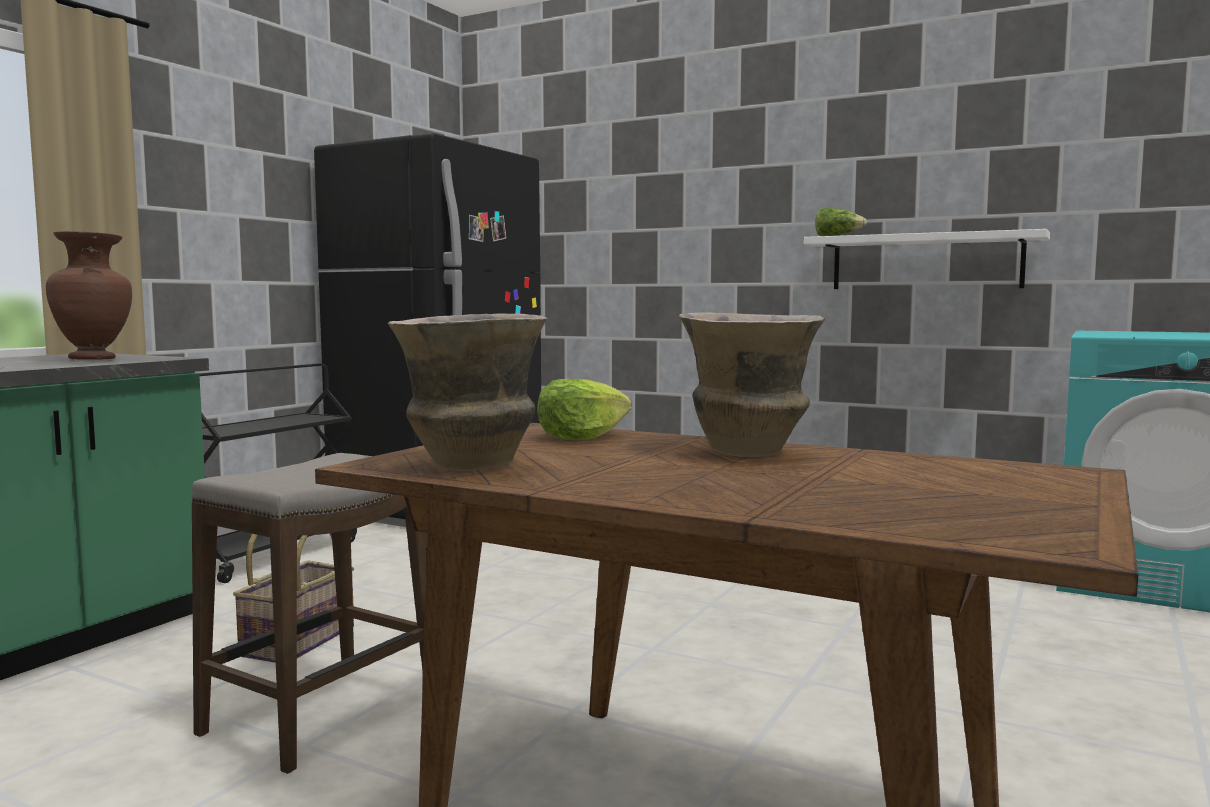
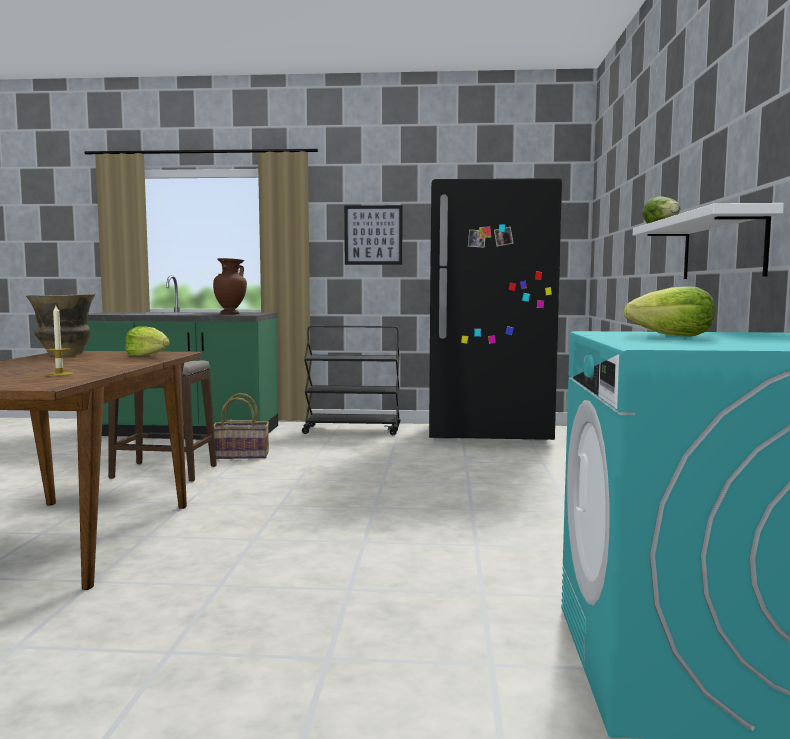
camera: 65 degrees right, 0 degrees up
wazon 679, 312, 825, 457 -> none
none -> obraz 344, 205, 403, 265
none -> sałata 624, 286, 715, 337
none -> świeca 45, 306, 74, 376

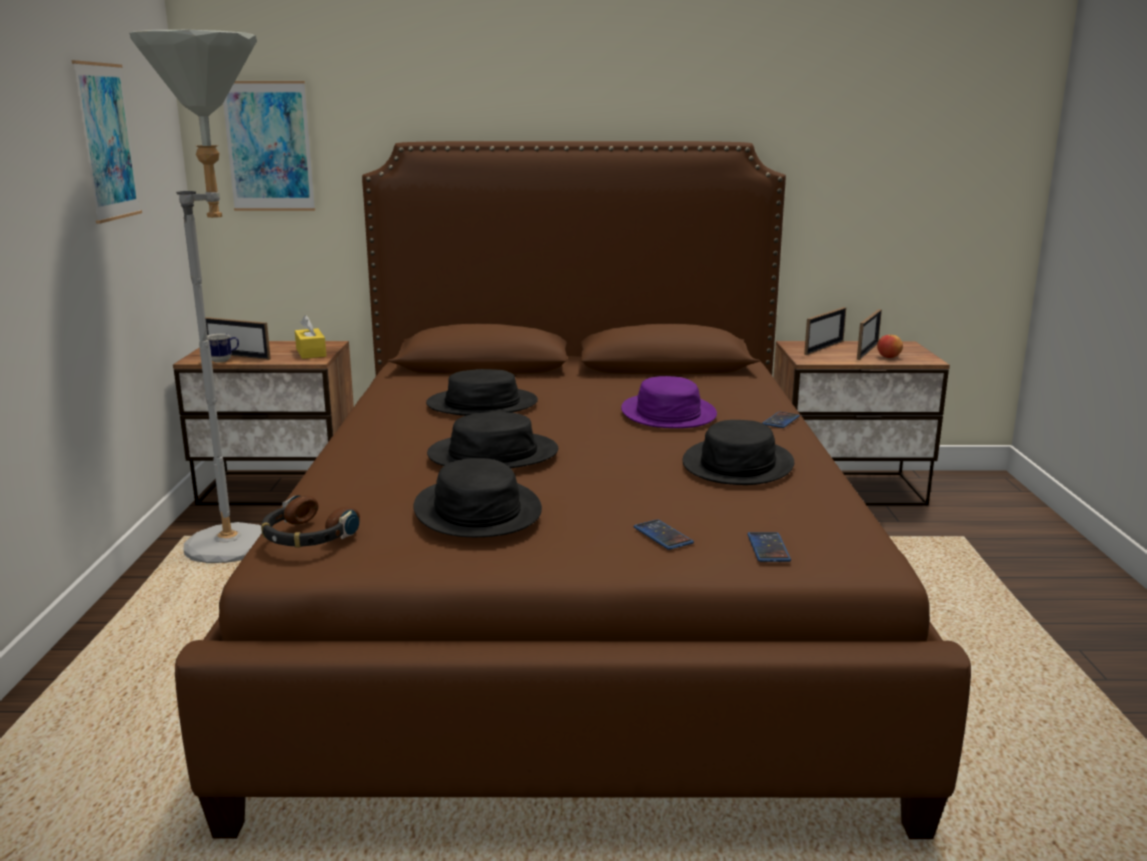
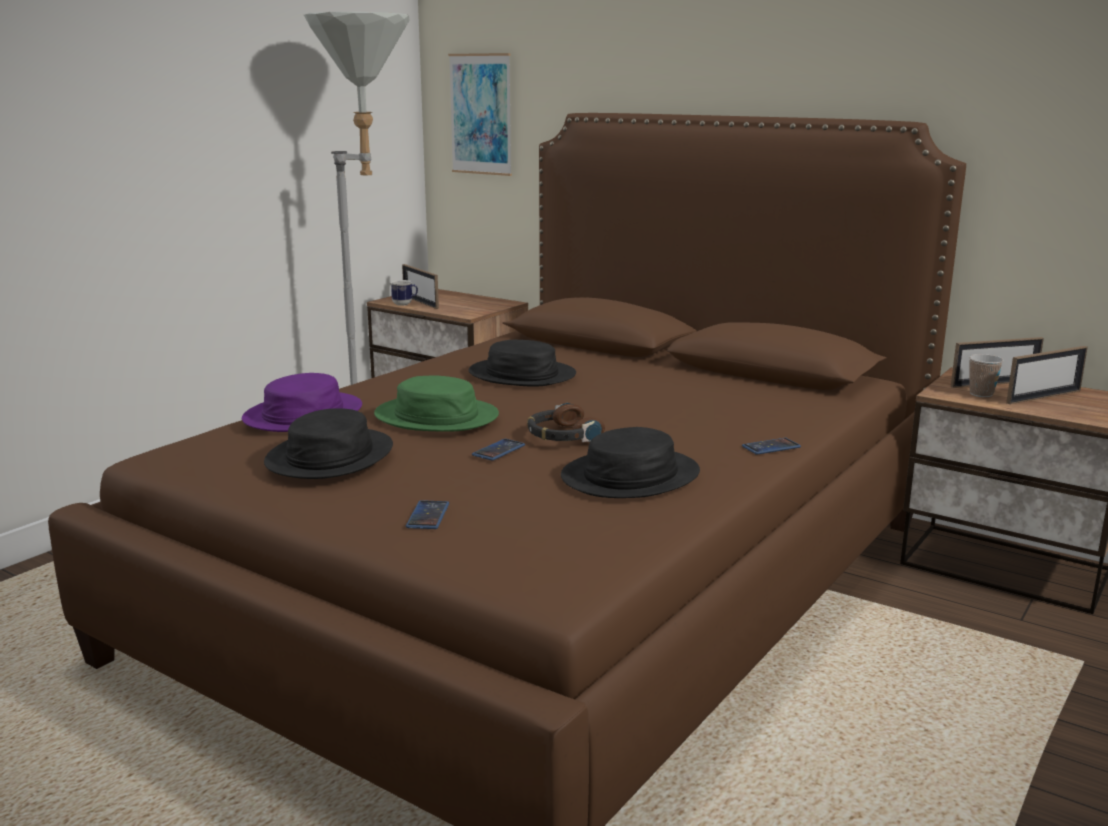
camera: 35 degrees right, 0 degrees up
obraz 71, 60, 142, 224 -> none
pudełko chusteczek [żółty] 295, 315, 326, 359 -> none
jabłko 877, 335, 903, 358 -> none
kapelusz [fioletowy] 621, 376, 717, 428 -> kapelusz [fioletowy] 242, 373, 362, 432, shifted
kapelusz [czarny] 427, 412, 558, 468 -> kapelusz [zielony] 374, 375, 499, 432
słuchawki 261, 495, 360, 548 -> słuchawki 527, 402, 605, 442, shifted
telefon 747, 532, 791, 562 -> telefon 472, 439, 525, 461, shifted
none -> filiżanka 969, 354, 1004, 397

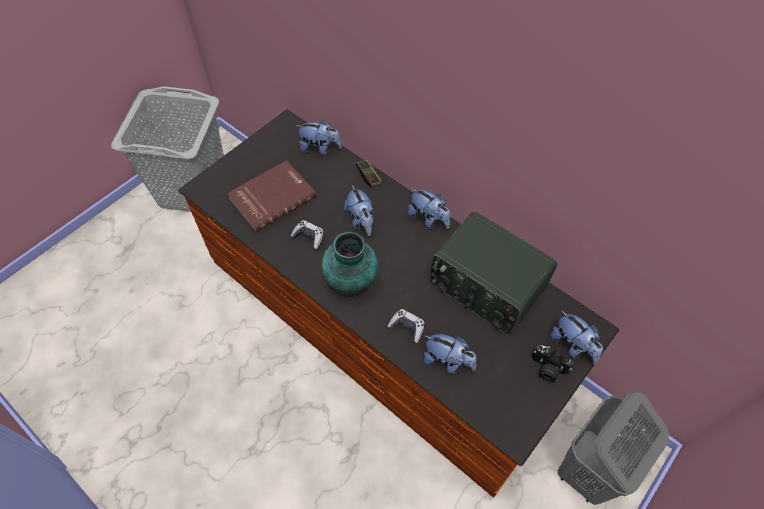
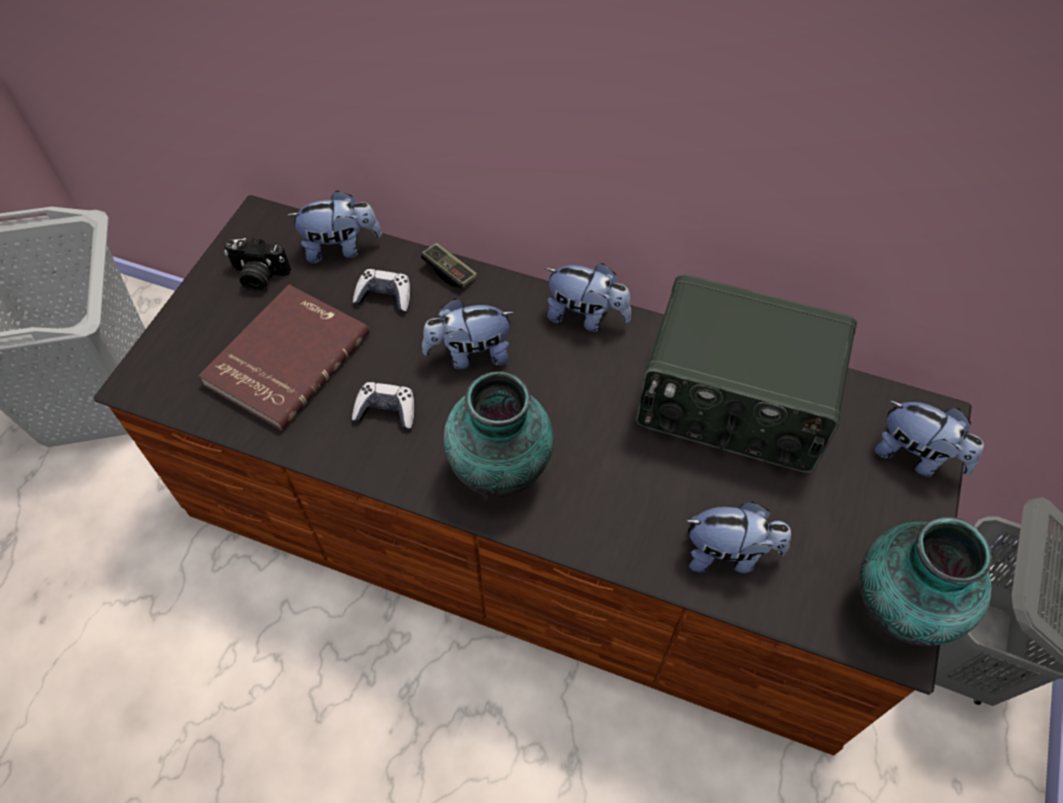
camera: 20 degrees left, 0 degrees up
pluszak 344, 185, 374, 236 -> pluszak 422, 299, 515, 369, 120 degrees clockwise
pad do gier 387, 309, 425, 343 -> pad do gier 353, 269, 410, 312, shifted
aparat fotograficzny 531, 345, 574, 383 -> aparat fotograficzny 224, 237, 291, 292, shifted
none -> wazon 859, 517, 992, 646

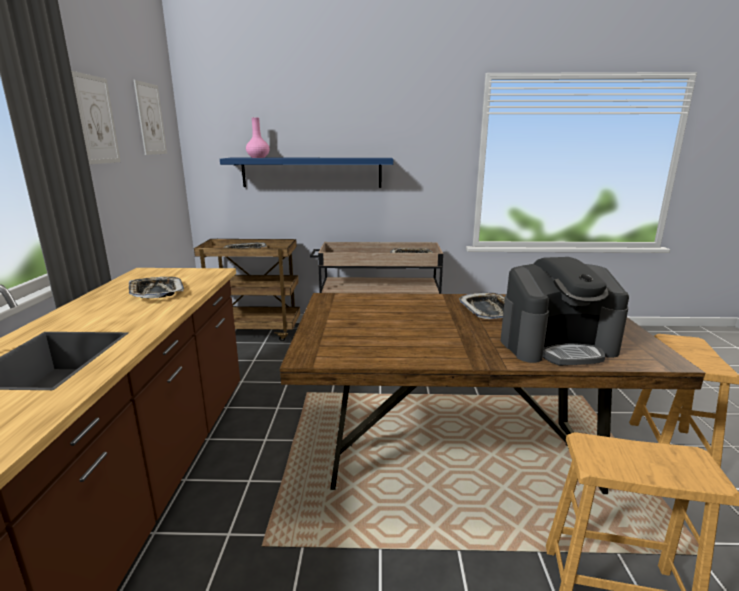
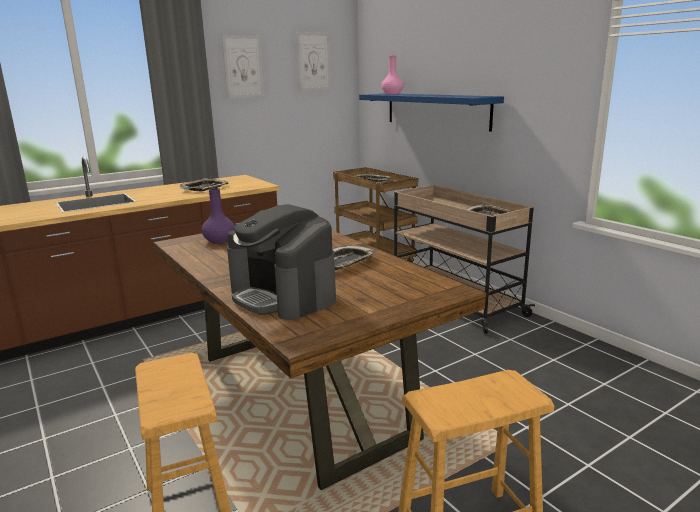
camera: 55 degrees right, 0 degrees up
none -> wazon [fioletowy] 202, 188, 235, 244

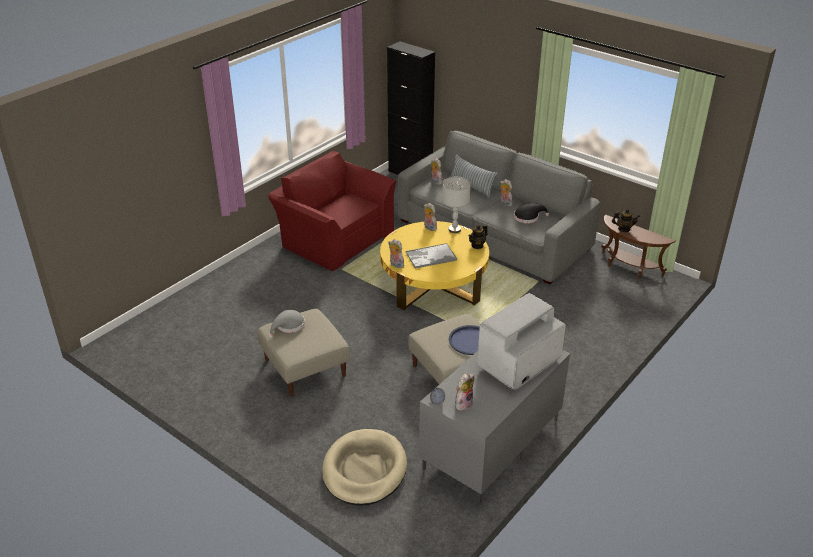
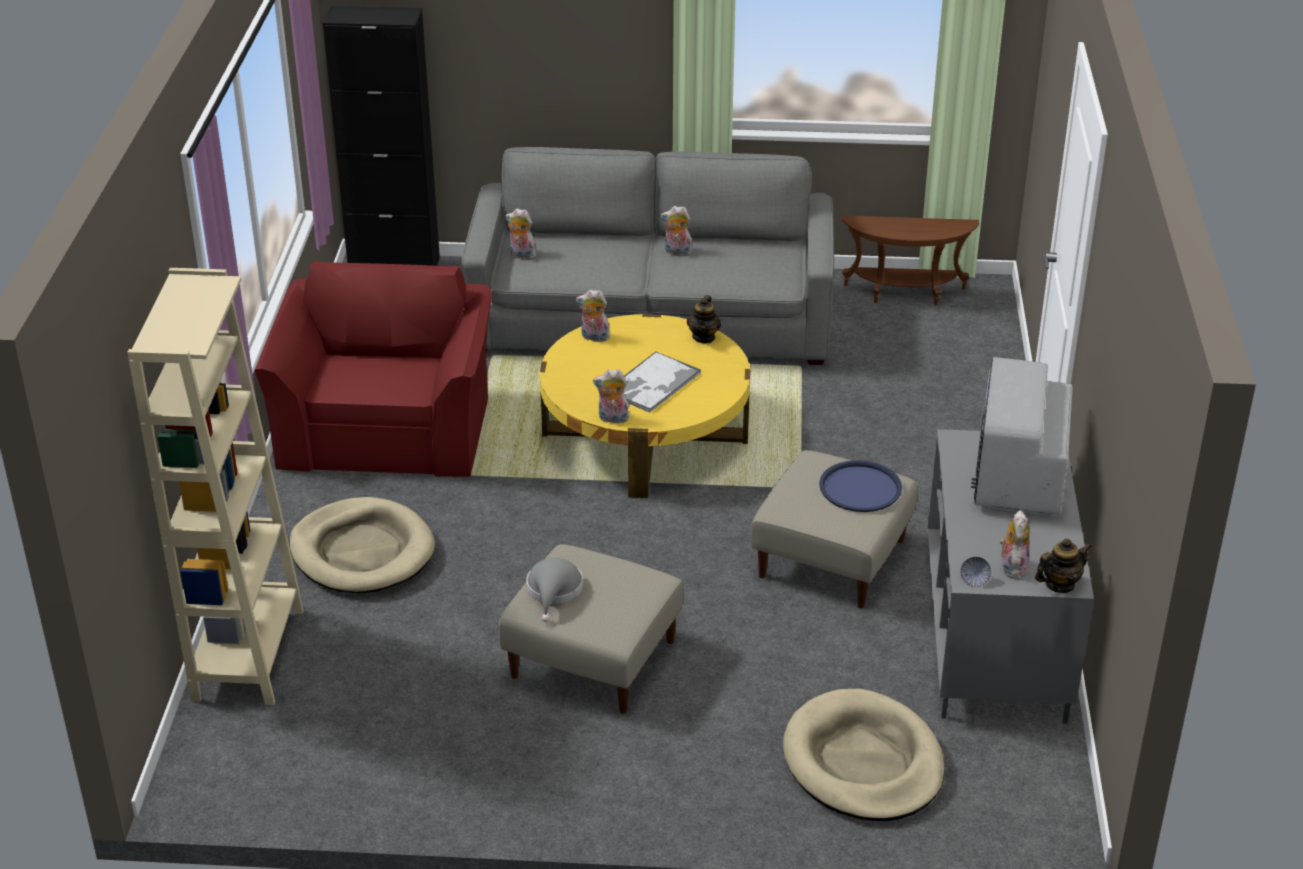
camera: 35 degrees left, 0 degrees up
fotel [czerwony] 268, 151, 396, 272 -> fotel [czerwony] 254, 261, 492, 477, 90 degrees clockwise
poduszka 450, 154, 497, 198 -> none
lampa stołowa [szary] 442, 177, 470, 233 -> none
kapelusz [czarny] 514, 203, 549, 223 -> none
imbryk 612, 209, 640, 232 -> imbryk 1035, 539, 1092, 593, shifted
none -> regał [beżowy] 127, 268, 304, 705
none -> legowisko [beżowy] 290, 497, 435, 593

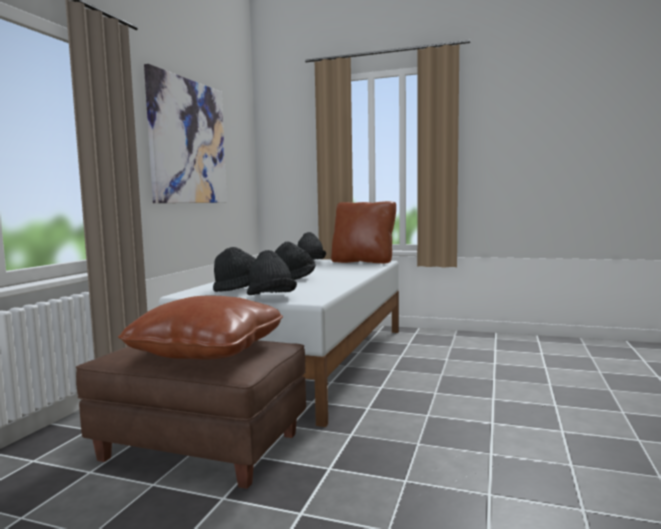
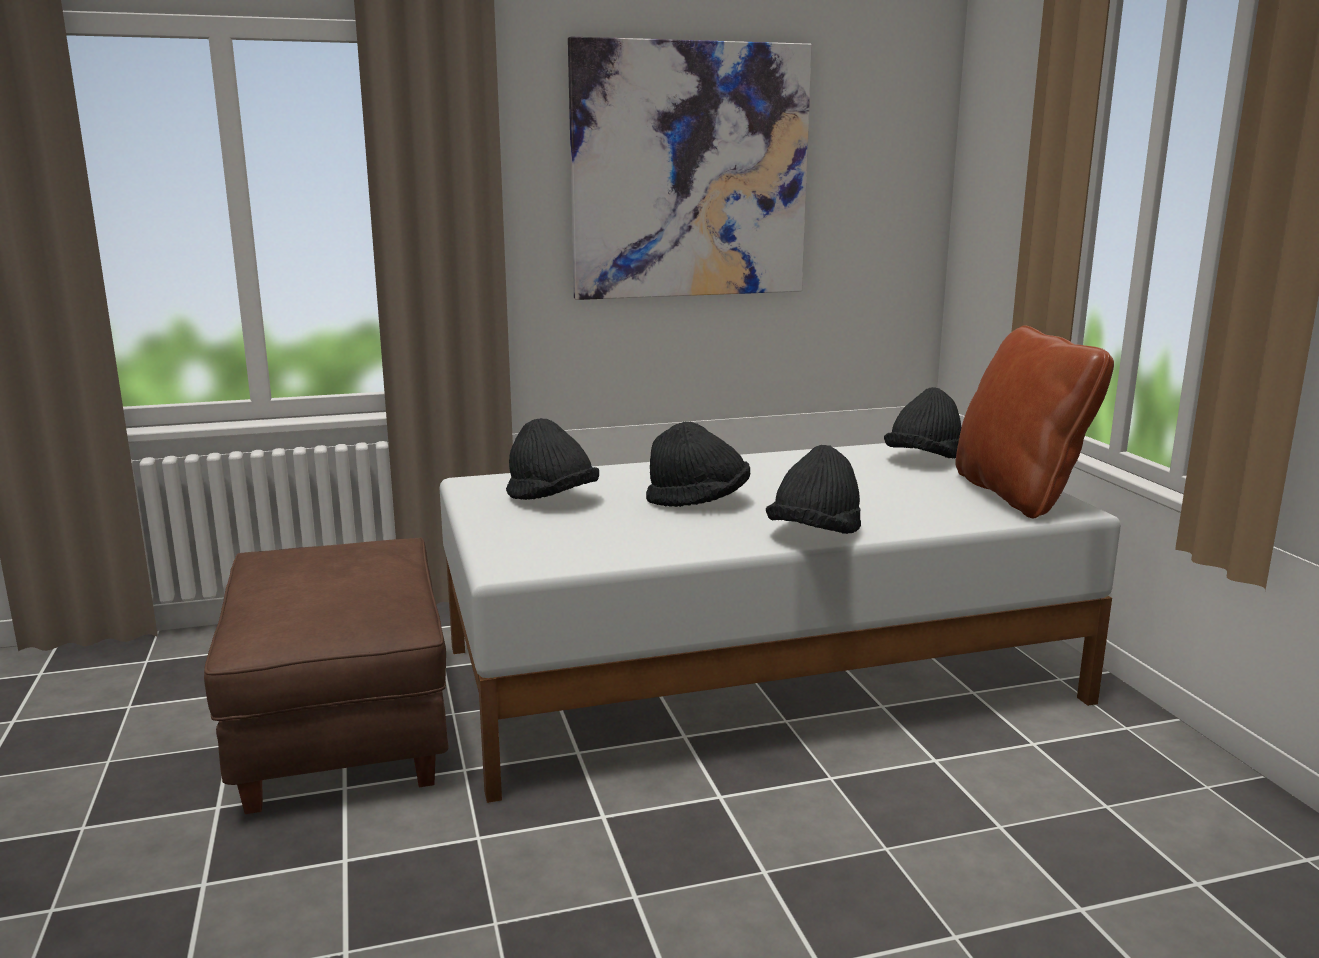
camera: 55 degrees right, 10 degrees up
kapelusz [czarny] 247, 250, 297, 295 -> kapelusz [czarny] 766, 445, 861, 534, shifted
poduszka [brązowy] 118, 296, 283, 360 -> none

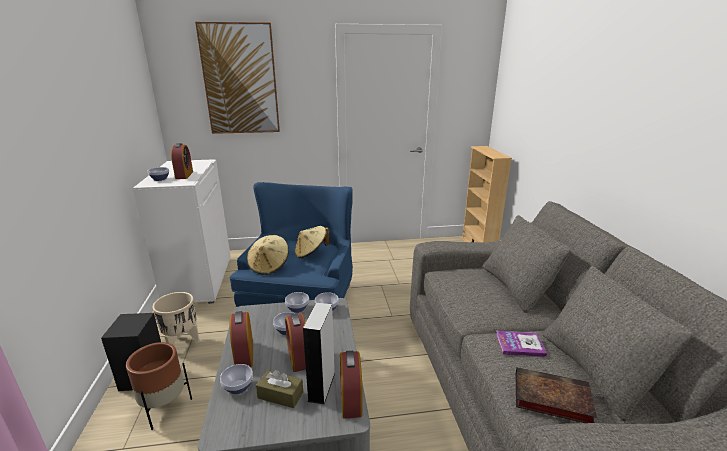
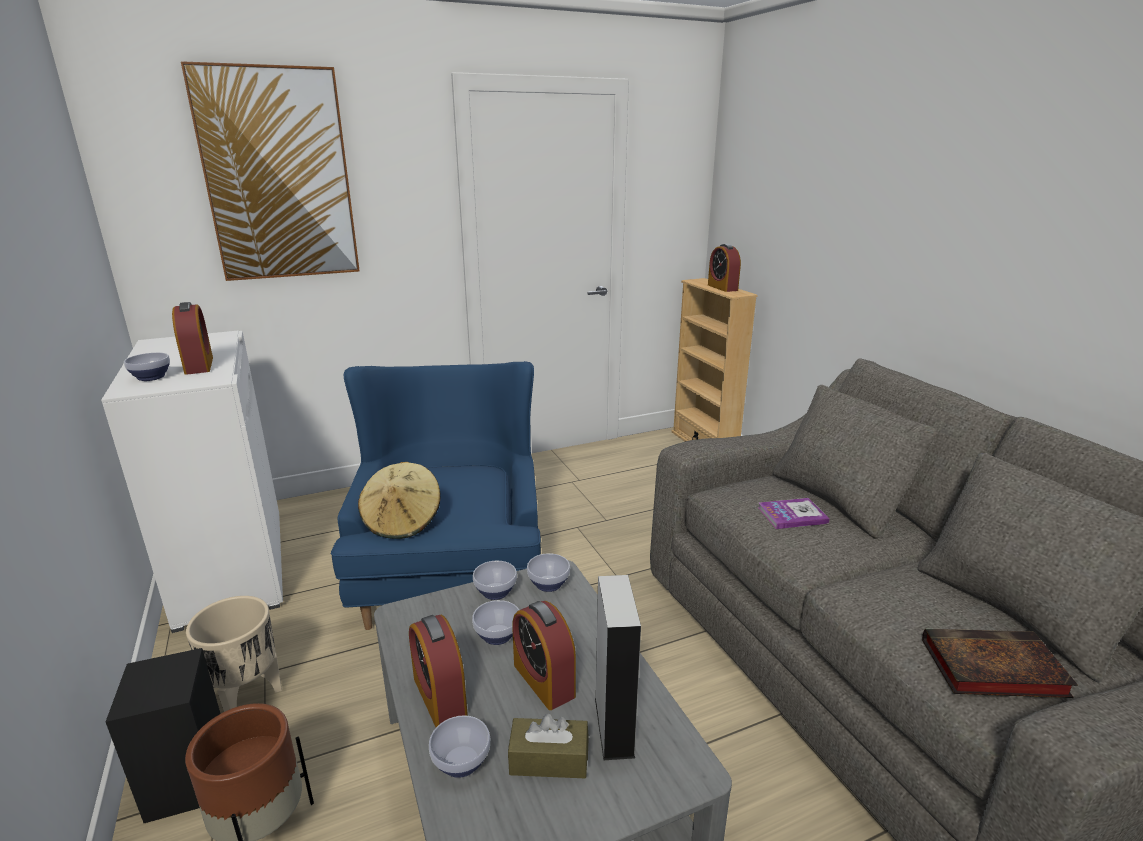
camera: 15 degrees left, 0 degrees up
kapelusz [beżowy] 295, 226, 330, 259 -> none
książka 496, 331, 547, 357 -> książka 758, 498, 830, 529, shifted
budzik 340, 351, 362, 419 -> budzik 708, 244, 741, 292, shifted

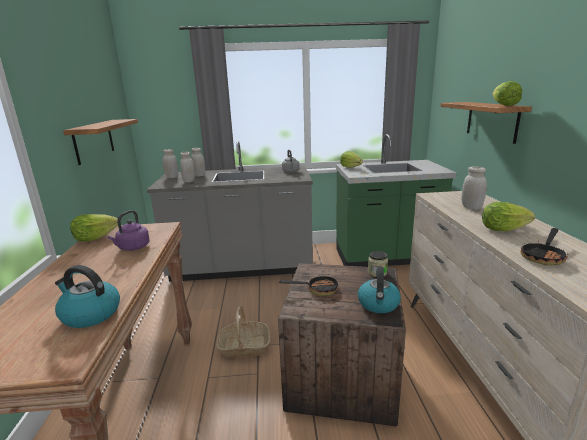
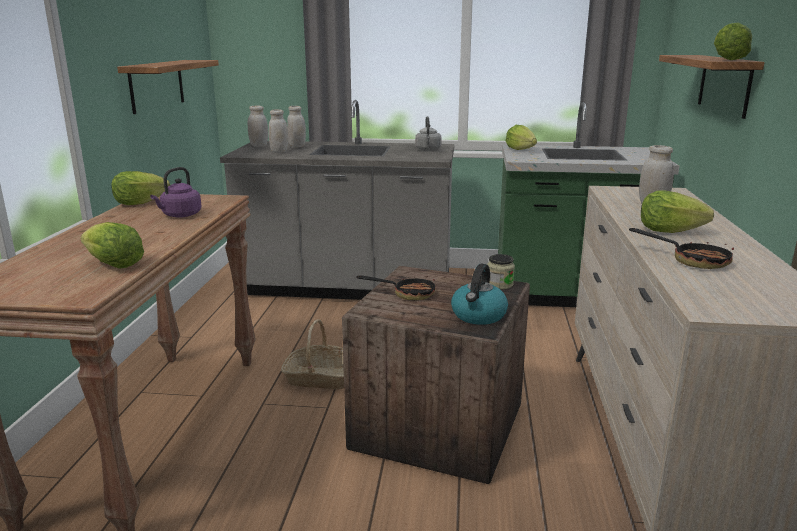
camera: 10 degrees right, 0 degrees up
patelnia 520, 228, 568, 266 -> patelnia 629, 228, 736, 269, 105 degrees counterclockwise
czajnik 55, 265, 120, 328 -> sałata 80, 222, 144, 269

